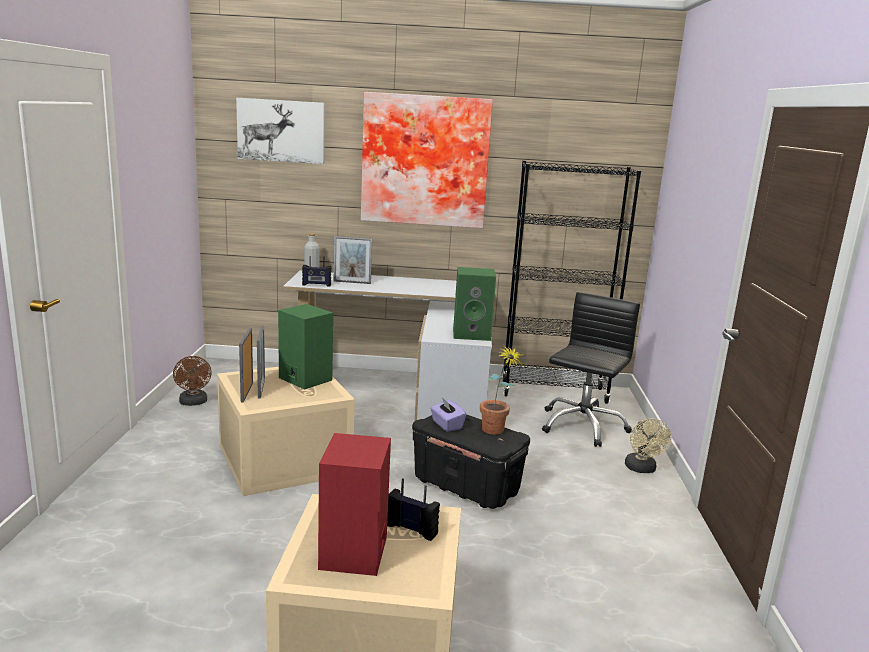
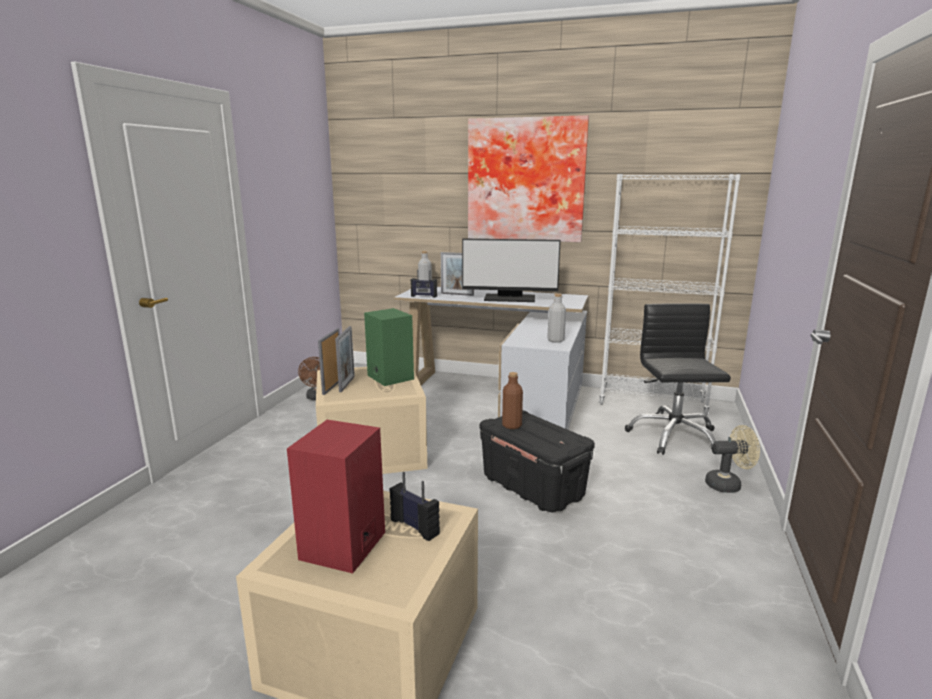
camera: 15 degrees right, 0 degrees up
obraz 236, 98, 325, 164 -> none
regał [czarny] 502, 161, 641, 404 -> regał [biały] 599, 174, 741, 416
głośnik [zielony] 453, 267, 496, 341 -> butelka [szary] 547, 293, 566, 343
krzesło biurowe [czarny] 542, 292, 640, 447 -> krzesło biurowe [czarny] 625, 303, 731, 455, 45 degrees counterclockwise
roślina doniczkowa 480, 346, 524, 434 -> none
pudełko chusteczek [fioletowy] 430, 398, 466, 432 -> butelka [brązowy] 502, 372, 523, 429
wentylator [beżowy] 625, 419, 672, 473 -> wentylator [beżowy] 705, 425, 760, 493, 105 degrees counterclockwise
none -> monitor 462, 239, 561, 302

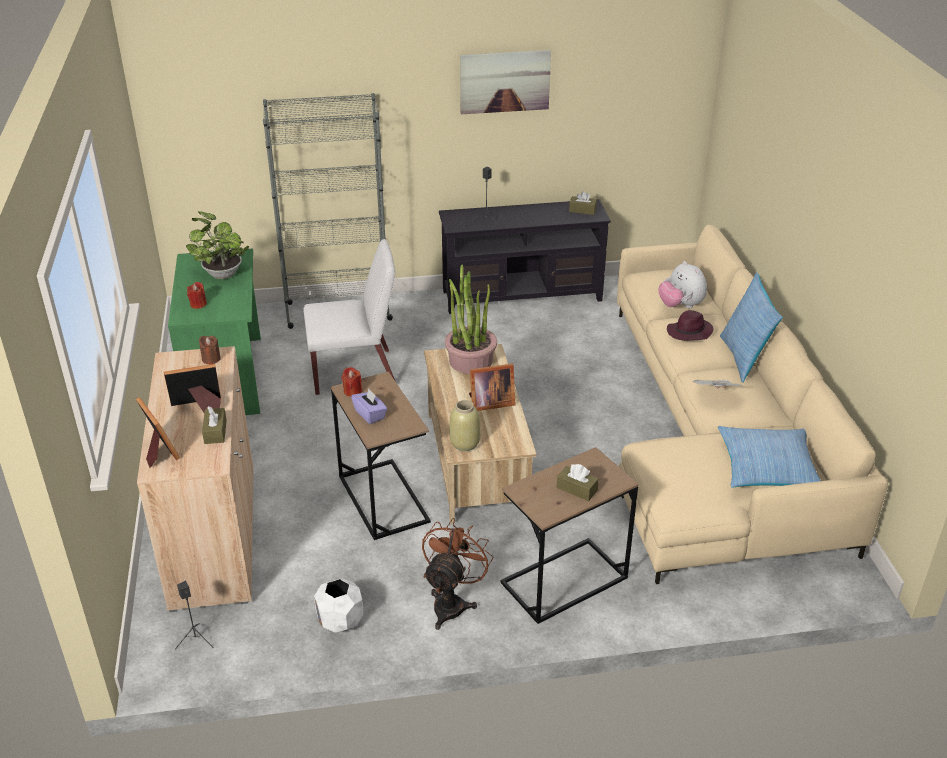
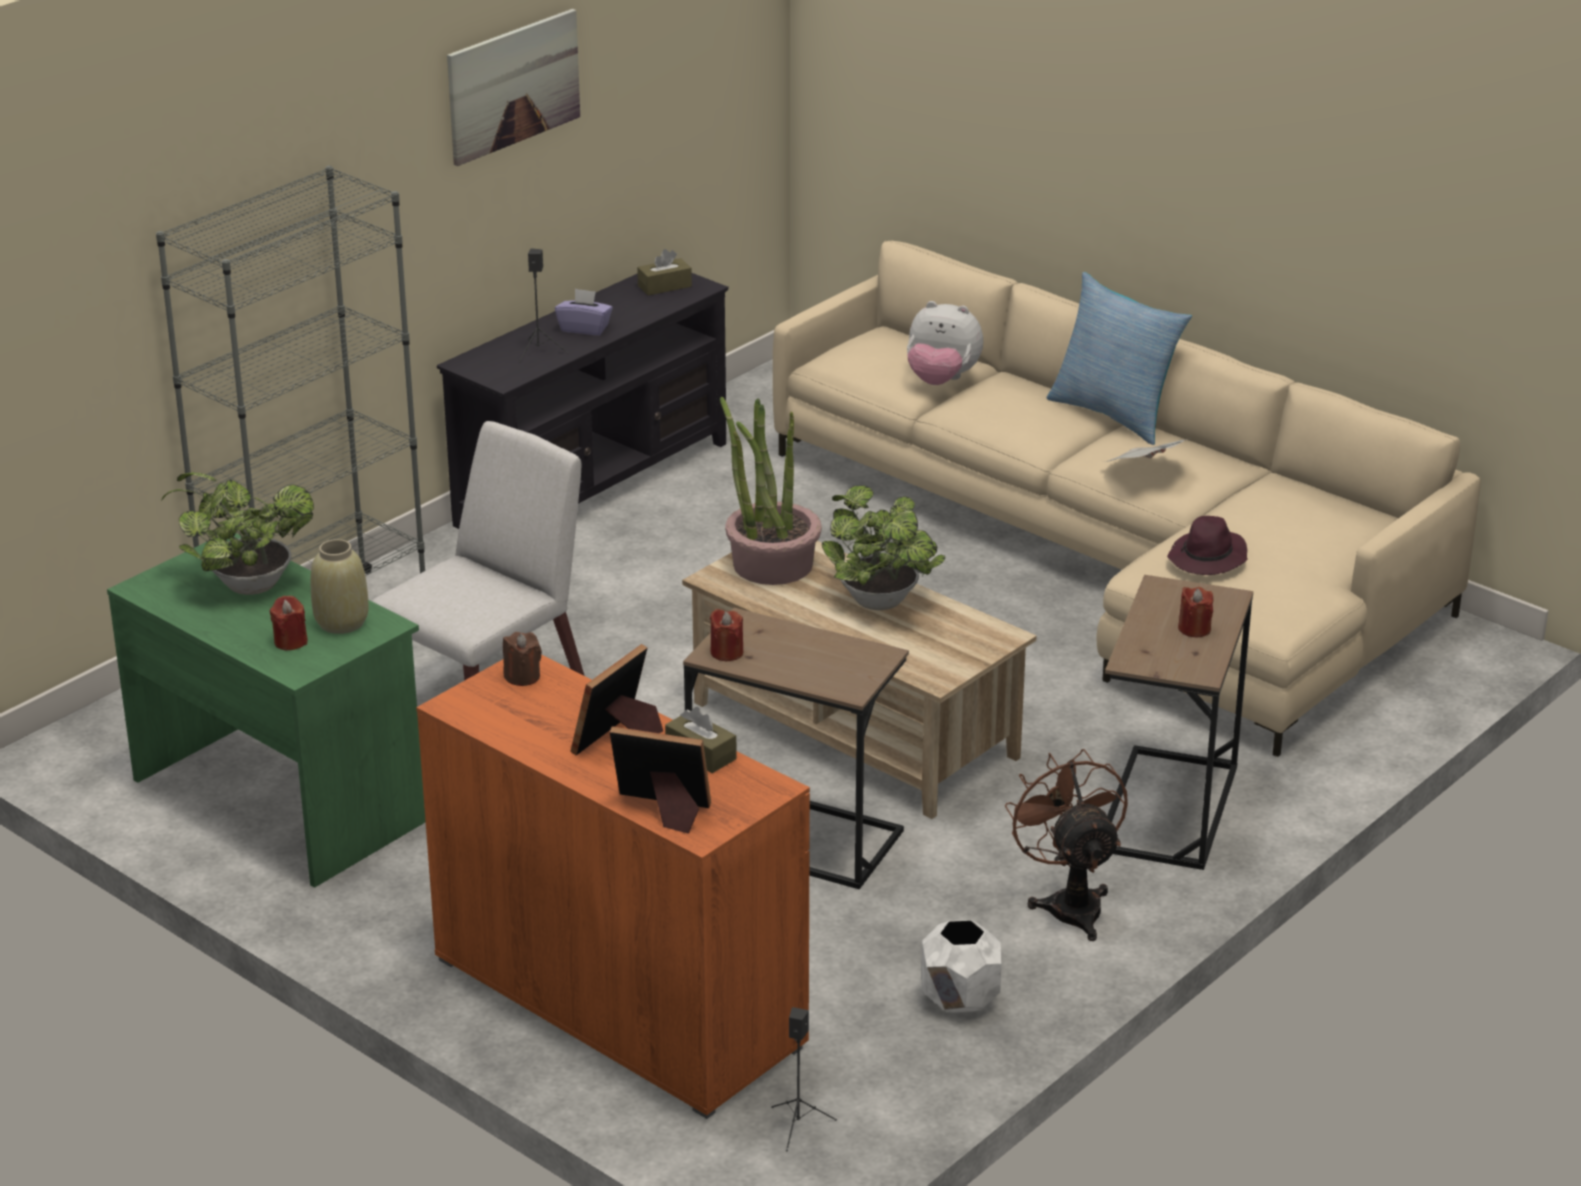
camera: 40 degrees left, 5 degrees down
kapelusz [fioletowy] 667, 310, 714, 341 -> kapelusz [fioletowy] 1167, 516, 1248, 575, shifted
szafka [beżowy] 137, 346, 253, 612 -> szafka [pomarańczowy] 416, 655, 810, 1119
ramka na zdjęcie 469, 363, 516, 411 -> roślina doniczkowa 822, 485, 945, 610
pudełko chusteczek [fioletowy] 351, 389, 387, 424 -> pudełko chusteczek [fioletowy] 555, 289, 613, 335, shifted
wazon [beżowy] 449, 400, 481, 451 -> wazon [beżowy] 311, 539, 369, 634, shifted
poduszka 718, 426, 821, 488 -> none
pudełko chusteczek [brązowy] 557, 464, 599, 501 -> świeca [czerwony] 1178, 587, 1213, 637

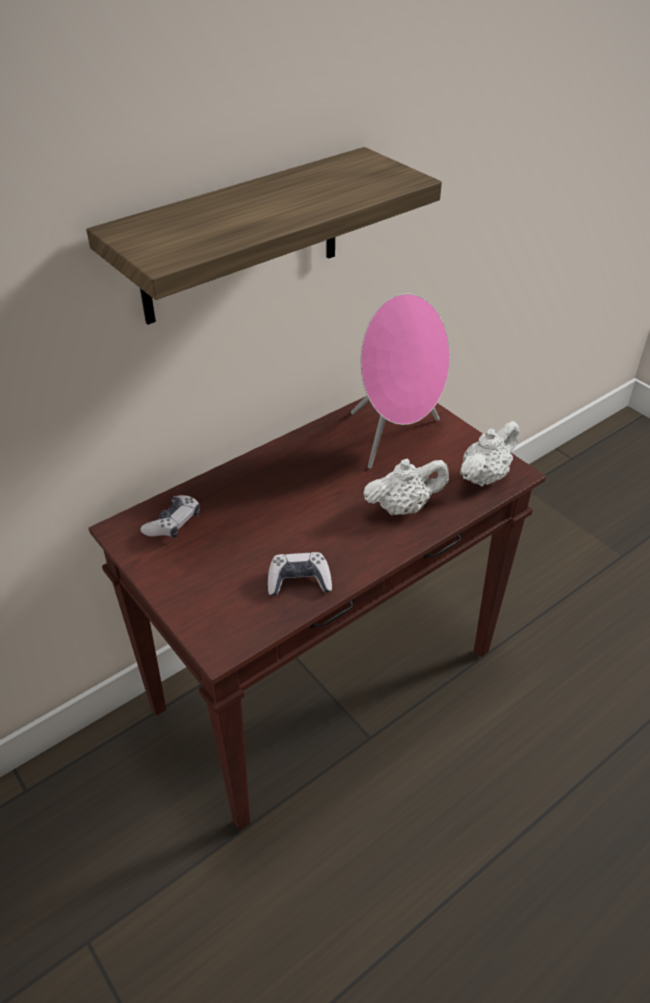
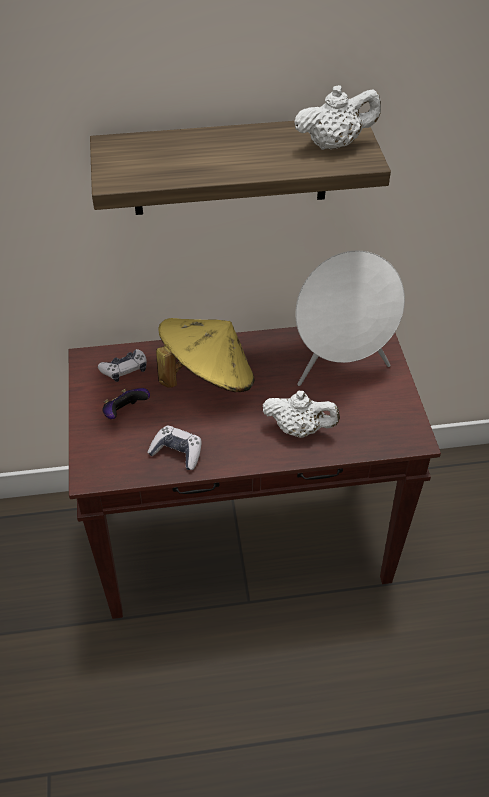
camera: 30 degrees right, 5 degrees up
głośnik [różowy] 351, 293, 450, 469 -> głośnik [biały] 295, 251, 405, 386
imbryk [biały] 460, 421, 519, 486 -> imbryk [biały] 294, 85, 381, 150, shifted
none -> kapelusz [żółty] 156, 318, 254, 392
none -> pad do gier 102, 388, 150, 419

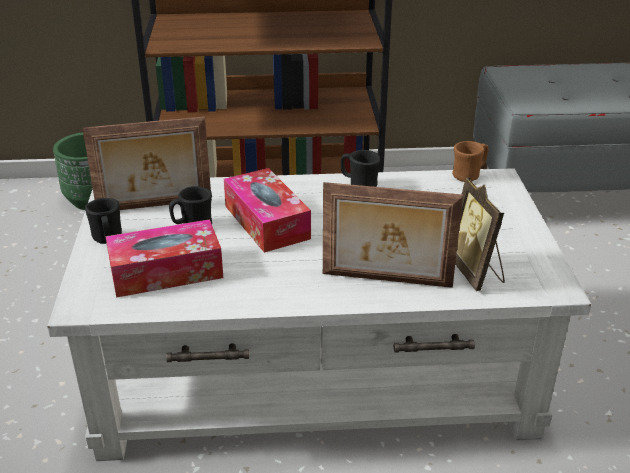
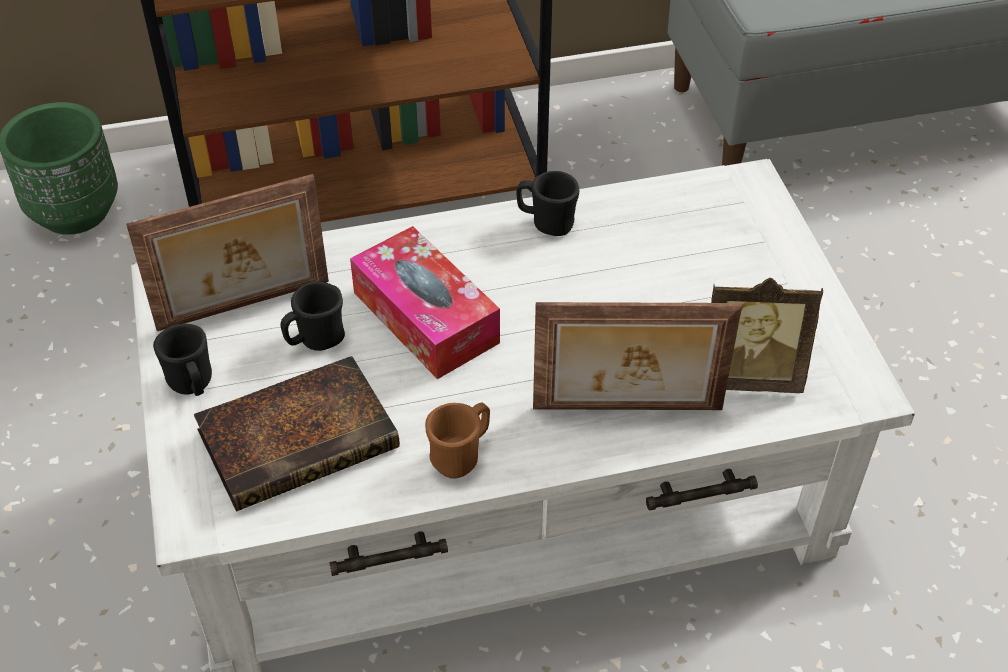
camera: 10 degrees left, 15 degrees up
kubek [brązowy] 452, 141, 489, 182 -> kubek [brązowy] 425, 402, 490, 479, shifted
ramka na zdjęcie 455, 177, 505, 291 -> ramka na zdjęcie 711, 278, 823, 393, 60 degrees counterclockwise
pudełko chusteczek 106, 219, 223, 298 -> książka 194, 356, 400, 512

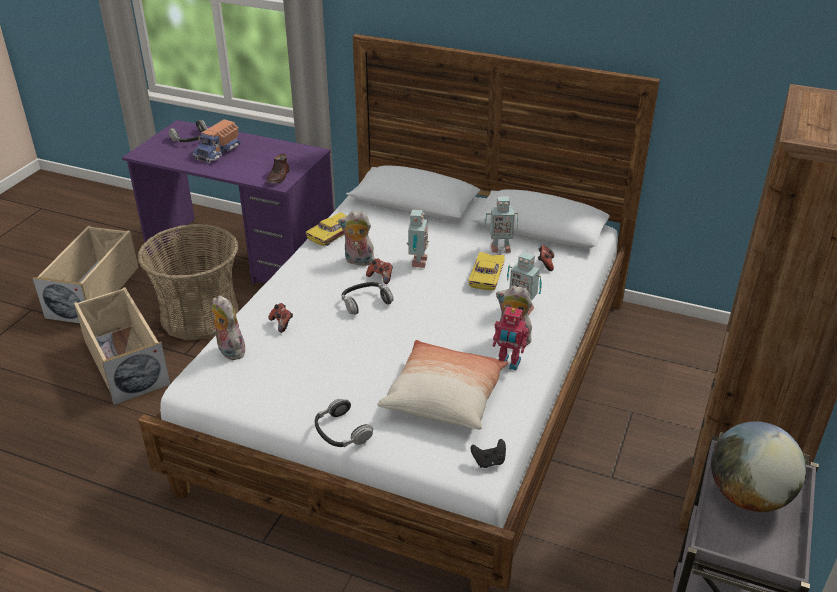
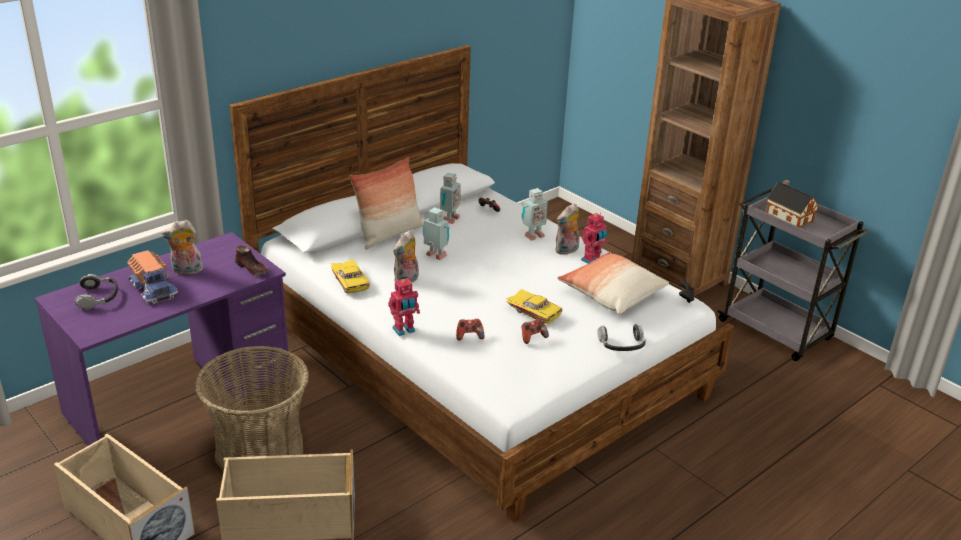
camera: 65 degrees left, 5 degrees down
samochodzik [żółty] 468, 252, 505, 290 -> samochodzik [żółty] 506, 289, 562, 324, shifted
pad do gier 366, 258, 393, 284 -> pad do gier 522, 319, 549, 344, shifted
słuchawki 342, 282, 393, 315 -> none
pluszak 212, 295, 245, 360 -> pluszak 162, 220, 204, 275, shifted
globus 711, 421, 806, 512 -> domek 766, 180, 819, 227
none -> poduszka 349, 157, 424, 250
none -> robot zabawkowy 388, 278, 420, 336

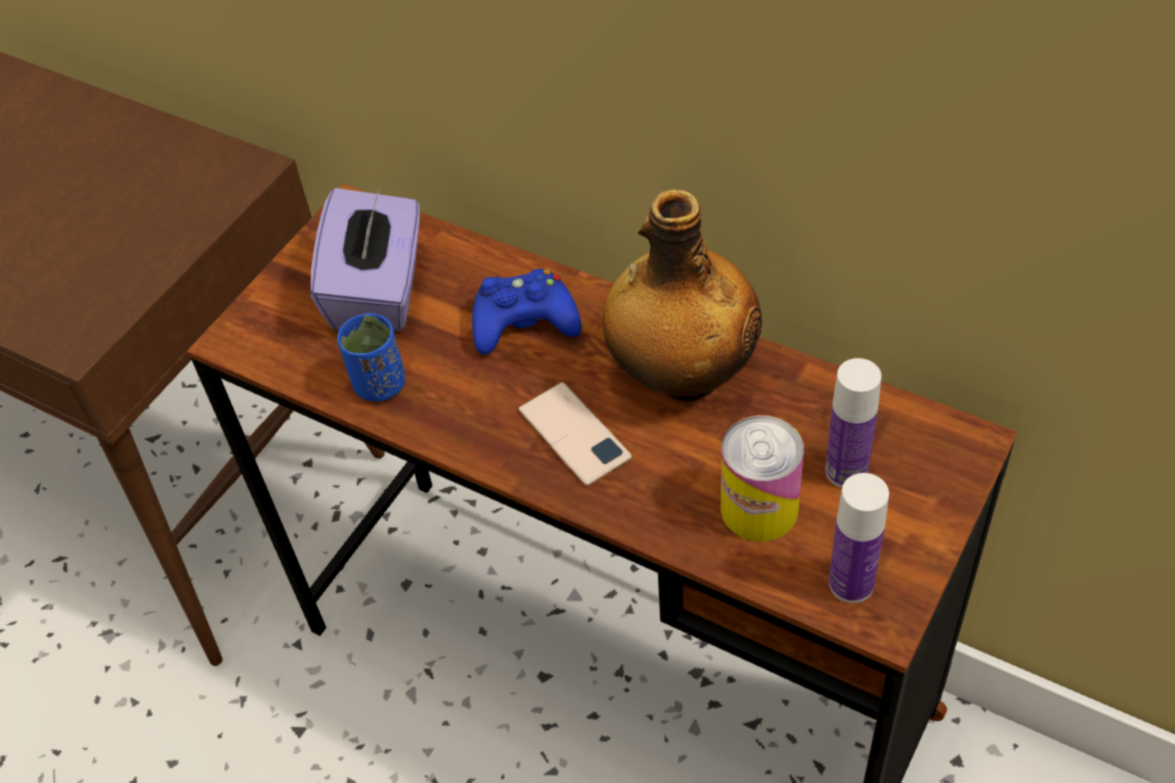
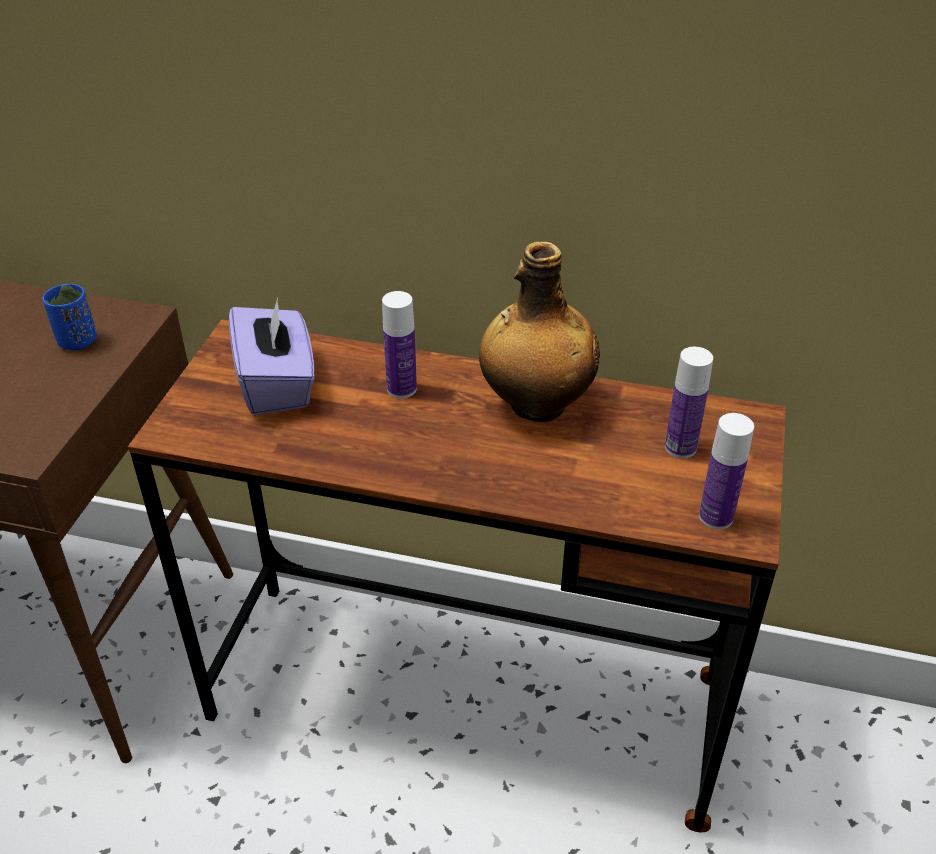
camera: 20 degrees left, 10 degrees down
pad do gier [niebieski] 472, 269, 582, 355 -> butelka 382, 291, 417, 398
filiżanka [niebieski] 337, 313, 406, 402 -> filiżanka [niebieski] 42, 284, 97, 350, shifted
telefon 518, 382, 633, 487 -> none
puszka 721, 415, 804, 542 -> none

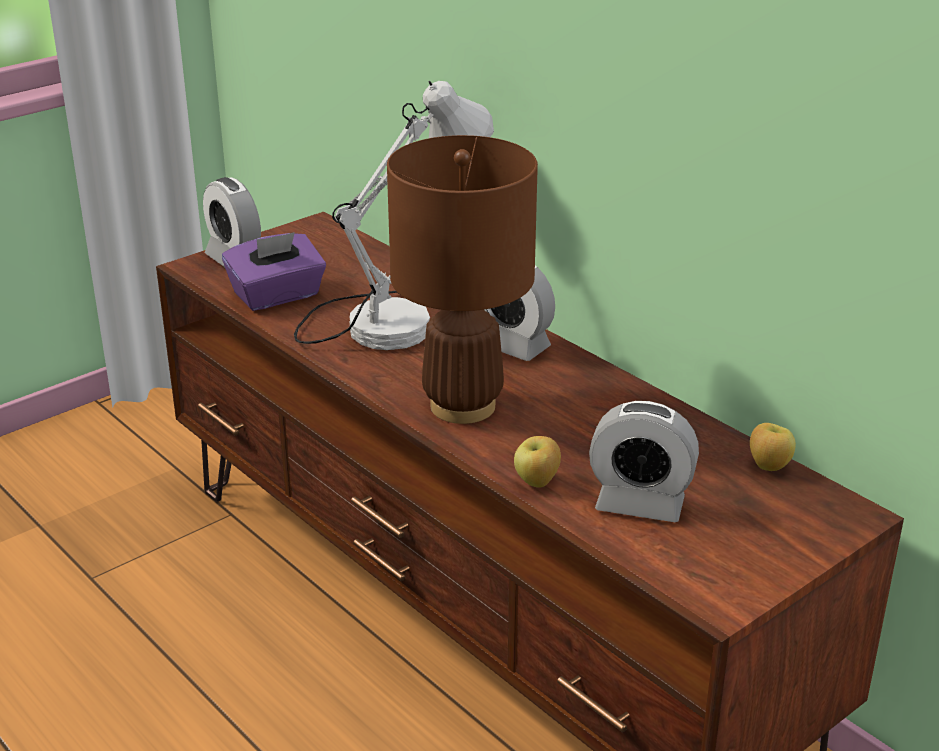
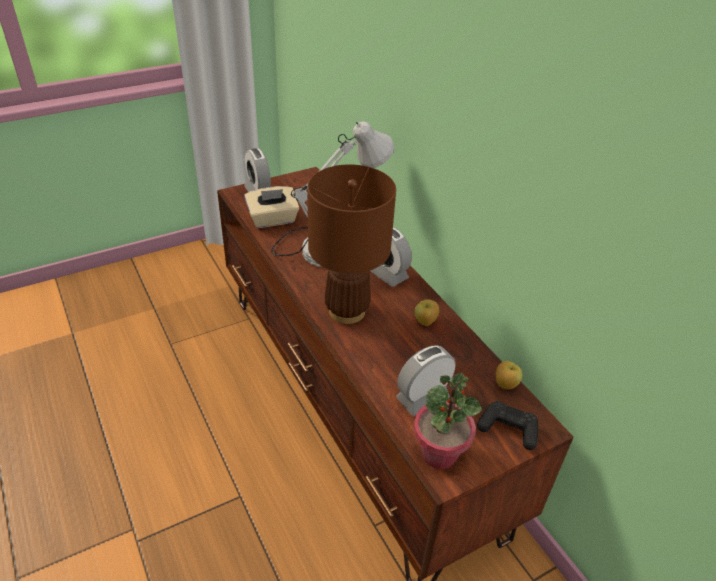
camera: 10 degrees right, 10 degrees up
pudełko chusteczek [fioletowy] 222, 232, 326, 311 -> pudełko chusteczek [beżowy] 244, 186, 299, 228
budzik 589, 401, 699, 522 -> budzik 396, 345, 456, 416, 120 degrees clockwise
jabłko 514, 436, 561, 488 -> jabłko 415, 299, 440, 326, shifted
none -> roślina doniczkowa 414, 373, 482, 469
none -> pad do gier [czarny] 477, 401, 538, 450

